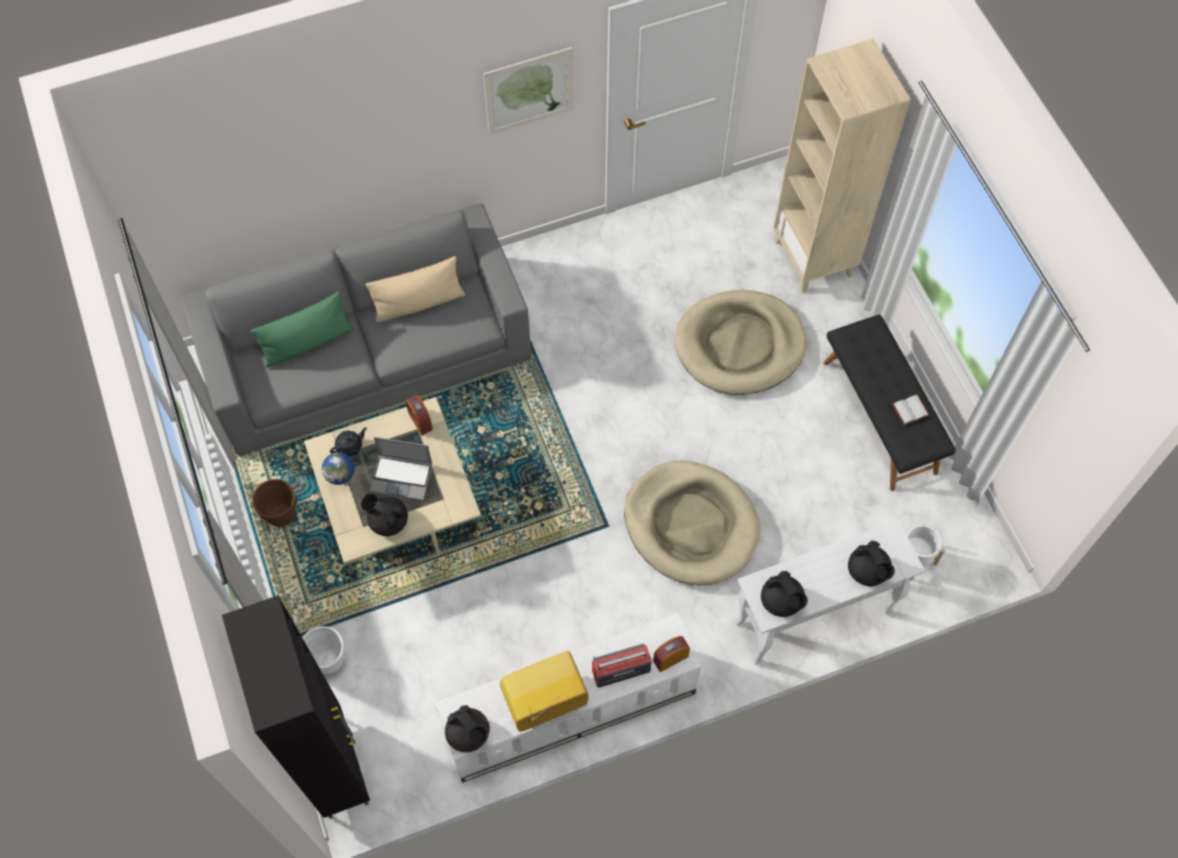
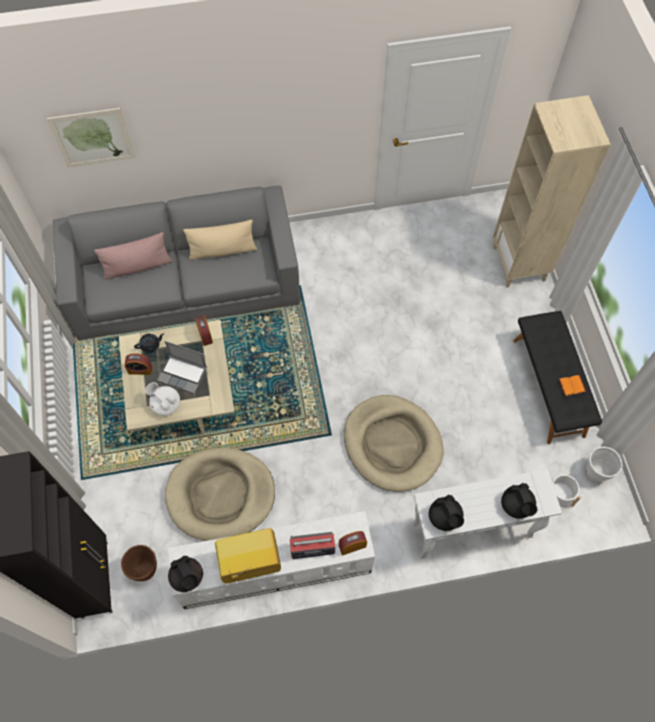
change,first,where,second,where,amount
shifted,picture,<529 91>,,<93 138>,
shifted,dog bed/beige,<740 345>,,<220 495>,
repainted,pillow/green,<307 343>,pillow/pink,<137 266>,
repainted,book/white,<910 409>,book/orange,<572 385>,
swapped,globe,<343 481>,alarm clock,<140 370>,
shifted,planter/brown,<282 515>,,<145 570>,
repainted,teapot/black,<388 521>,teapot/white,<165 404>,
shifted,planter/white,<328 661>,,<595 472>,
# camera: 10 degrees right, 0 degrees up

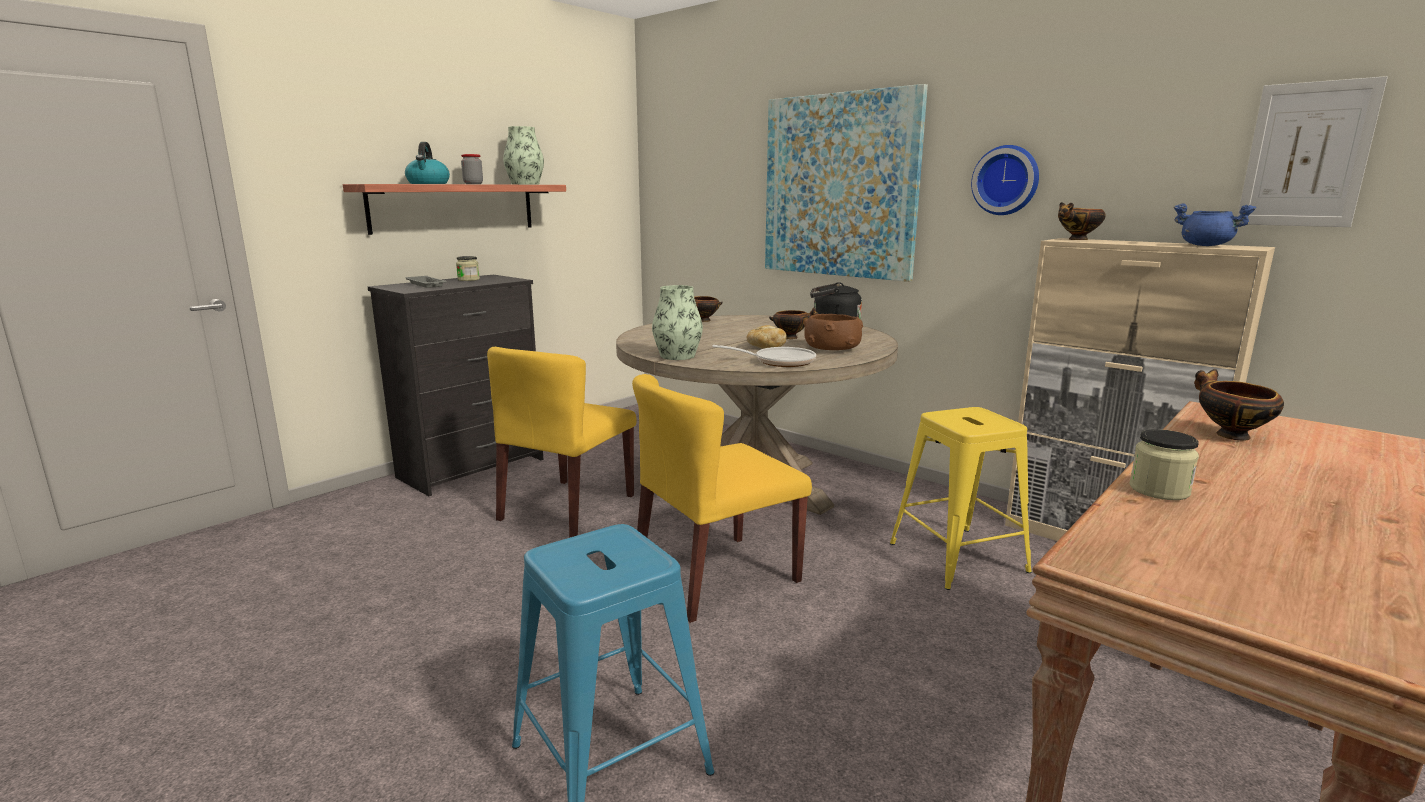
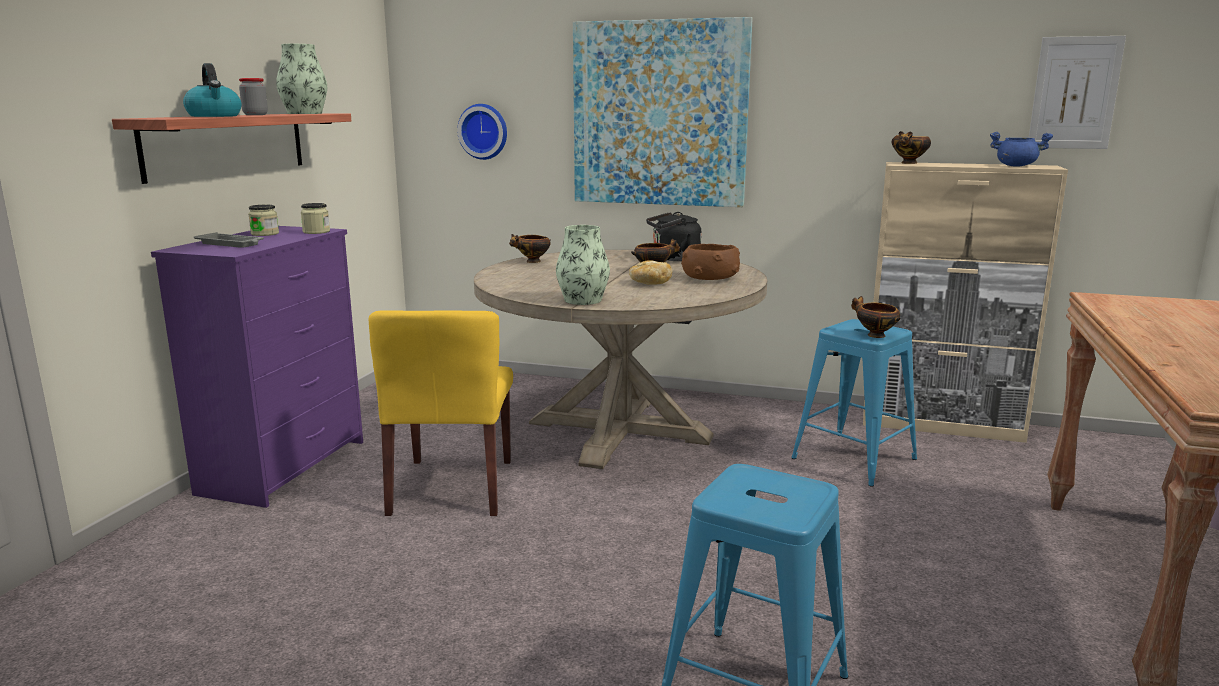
change,first,where,second,where,amount
shifted,wall clock,<1006 180>,,<484 131>,
repainted,dresser/black,<473 468>,dresser/purple,<286 466>,
gone,frying pan,<779 361>,,,
shifted,bowl,<1229 435>,,<874 335>,
gone,chair/yellow,<715 576>,,,
repainted,stool/yellow,<957 557>,stool/blue,<853 459>,
shifted,jar,<1159 490>,,<316 232>,
# camera: 25 degrees left, 0 degrees up

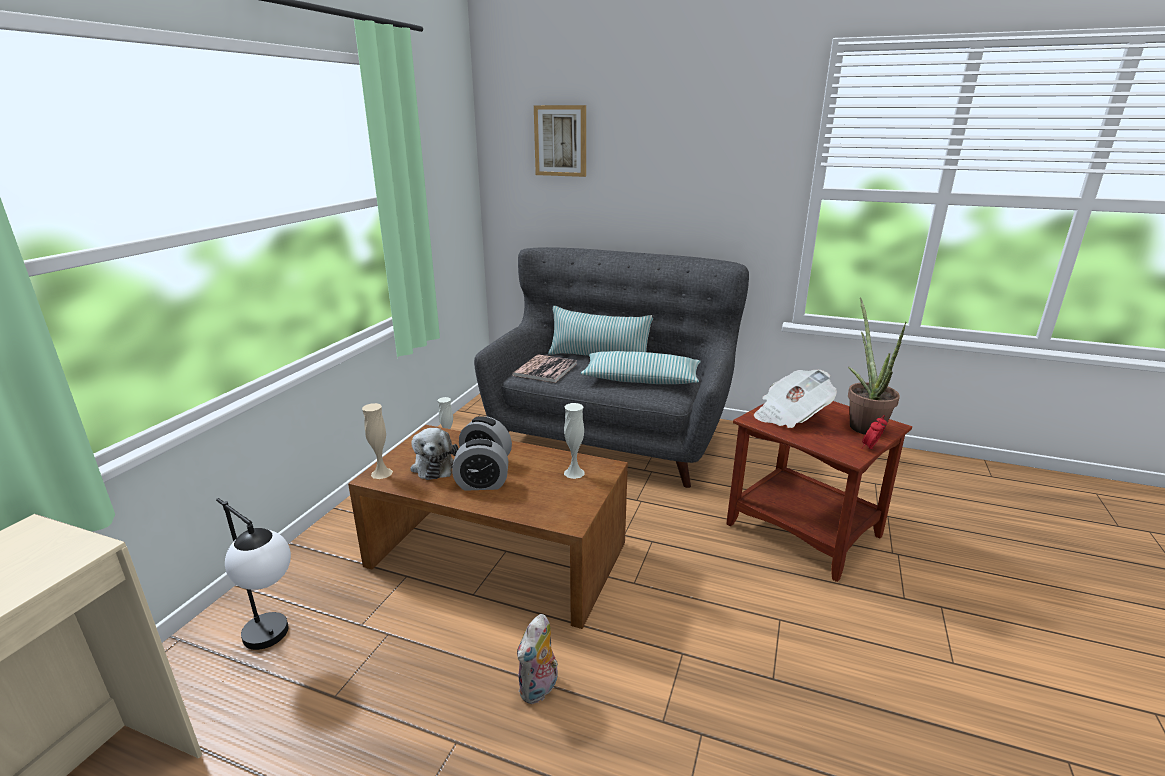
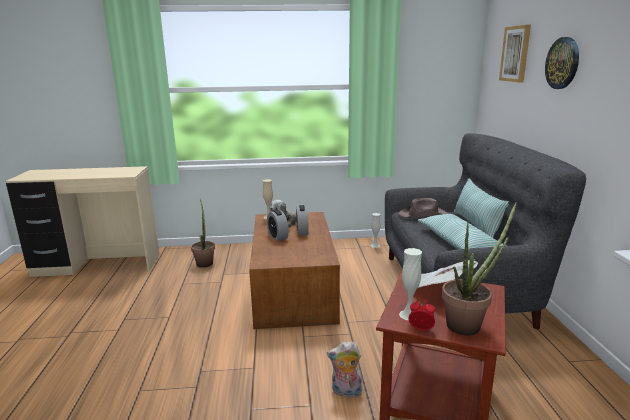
change,first,where,second,where,amount
swapped,book,<545 369>,hat/brown,<424 215>,
shifted,vase/white,<574 473>,,<409 315>,
swapped,table lamp,<275 641>,potted plant,<205 262>,
shifted,plush toy,<539 689>,,<345 392>,
new,,,wall clock,<562 63>,
# camera: 65 degrees right, 5 degrees down

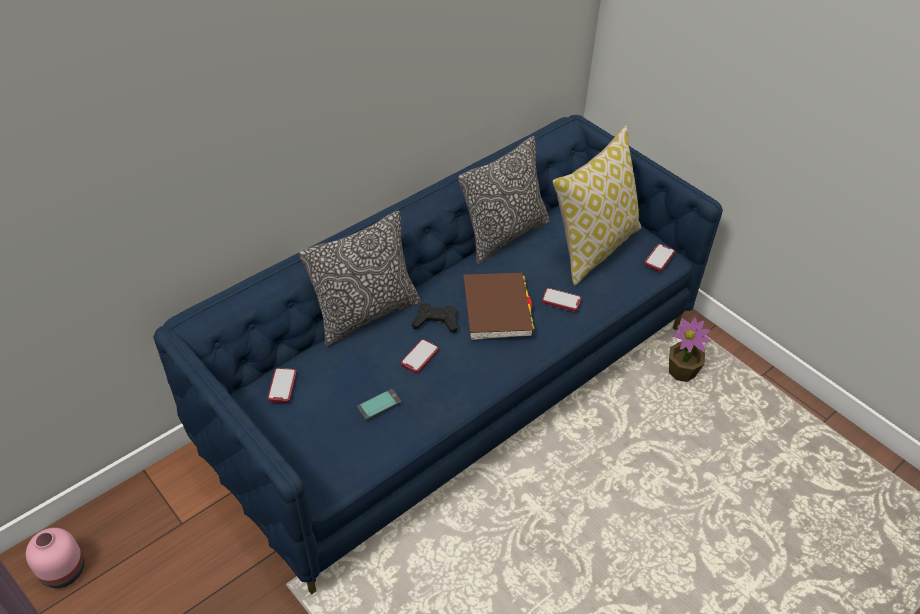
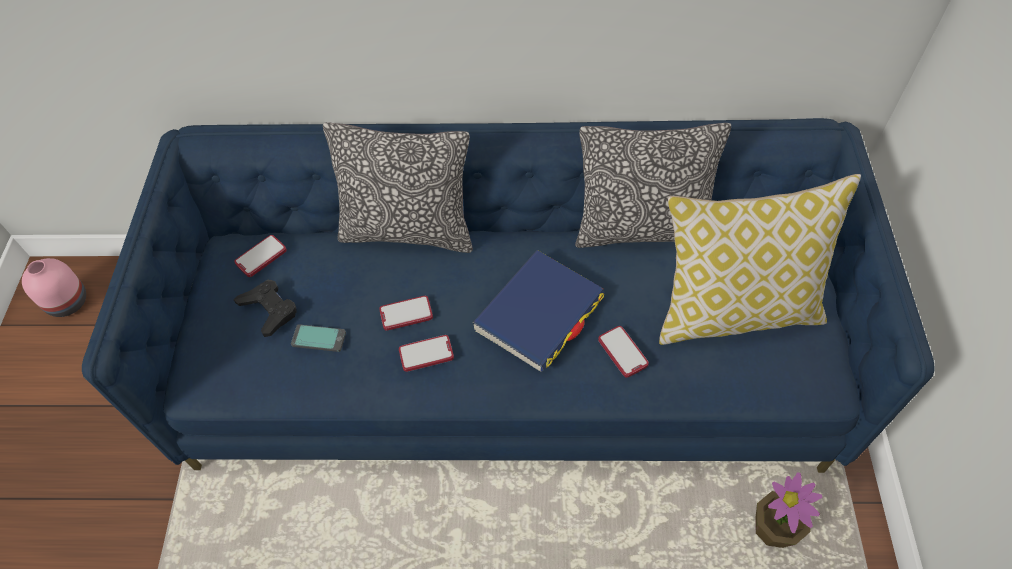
change,first,where,second,where,amount
shifted,phone,<659 258>,,<426 354>,
repainted,book/brown,<497 308>,book/blue,<539 313>,
shifted,game controller/black,<436 321>,,<269 310>,
# camera: 45 degrees right, 10 degrees up

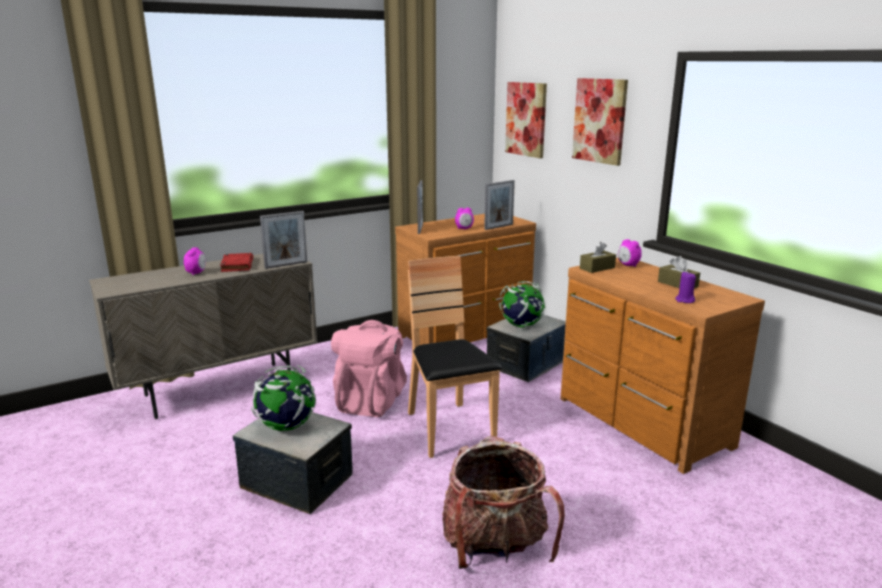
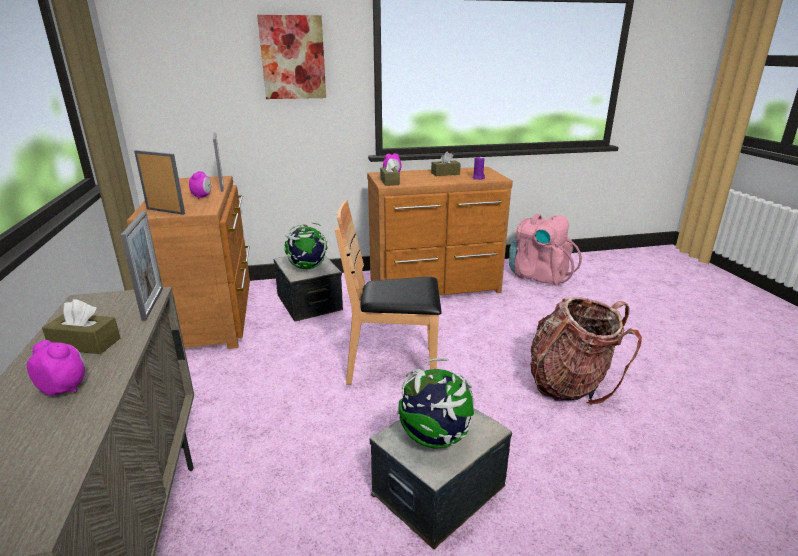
change,first,where,second,where,amount
gone,picture,<526 119>,,,
swapped,book/red,<237 265>,tissue box/brown,<85 343>,
shifted,backpack/pink,<371 400>,,<539 275>,
# camera: 70 degrees left, 5 degrees up

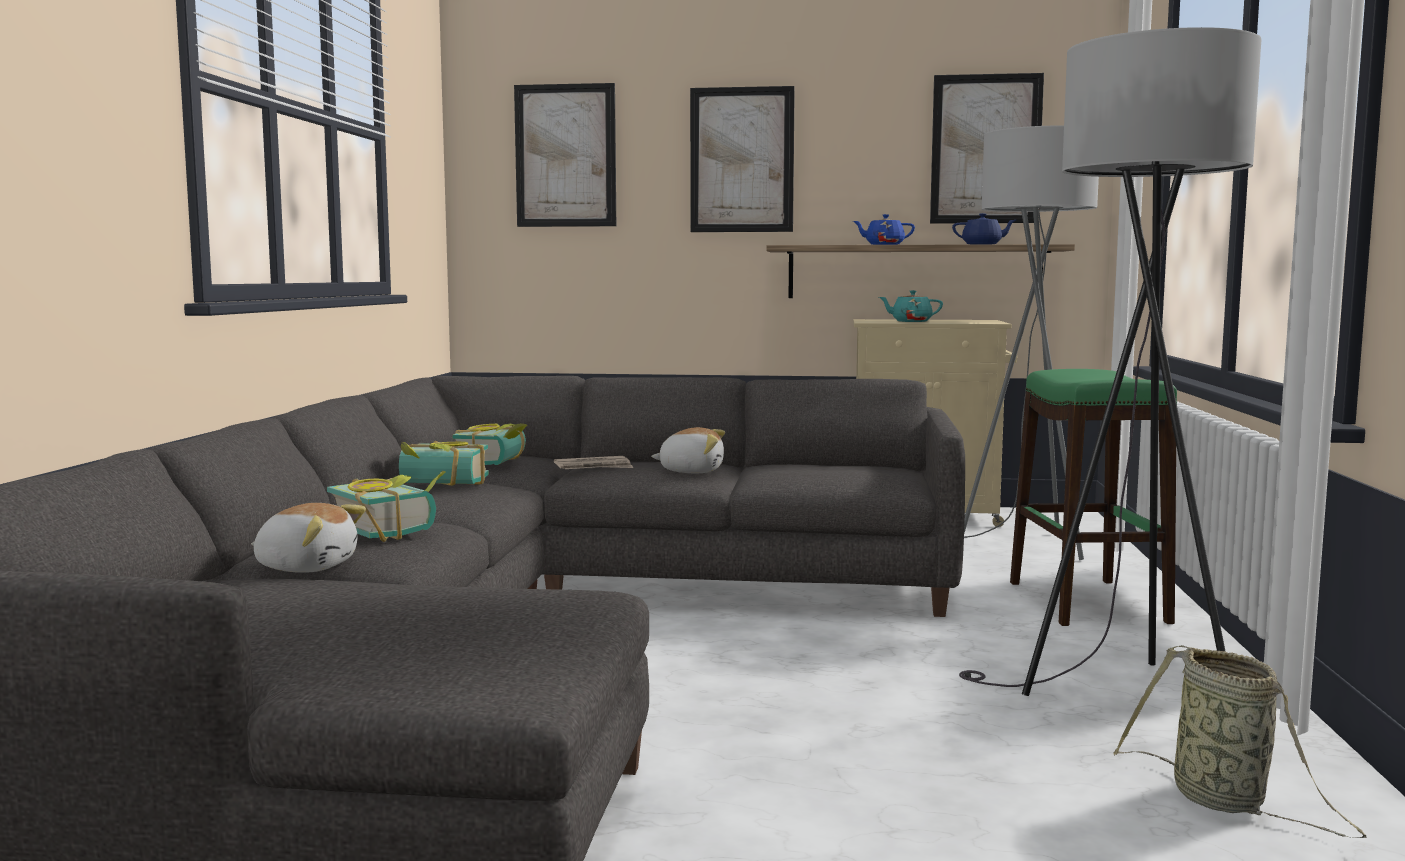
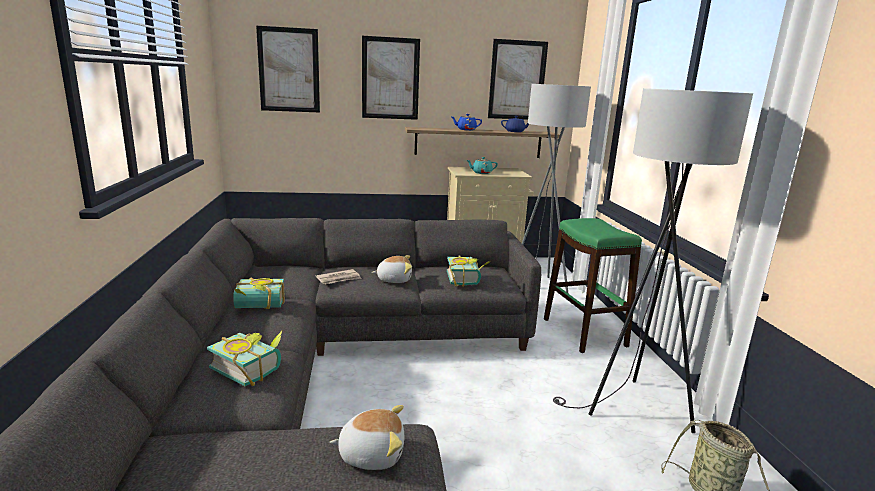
change,first,where,second,where,amount
shifted,book,<498 463>,,<467 280>,
shifted,plush toy,<307 567>,,<371 454>,
# camera: 15 degrees left, 10 degrees up

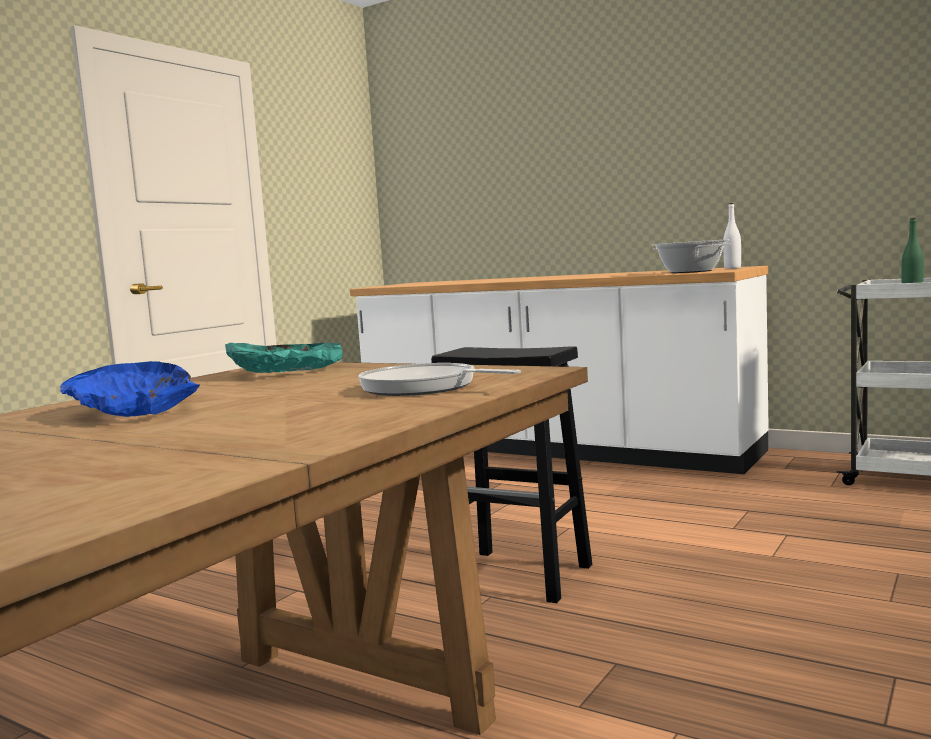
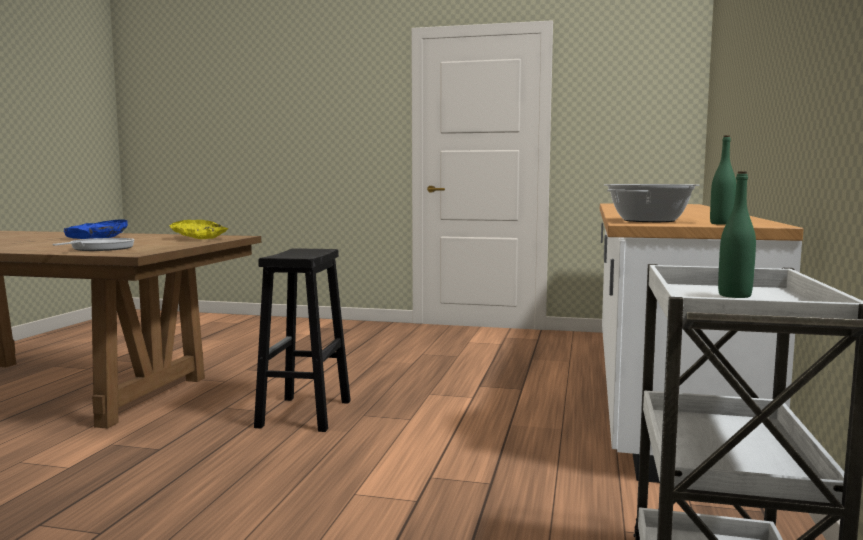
change,first,where,second,where,amount
repainted,bottle/white,<732 268>,bottle/green,<721 224>,
repainted,bowl/turquoise,<285 372>,bowl/yellow,<199 238>,
# camera: 70 degrees right, 0 degrees up

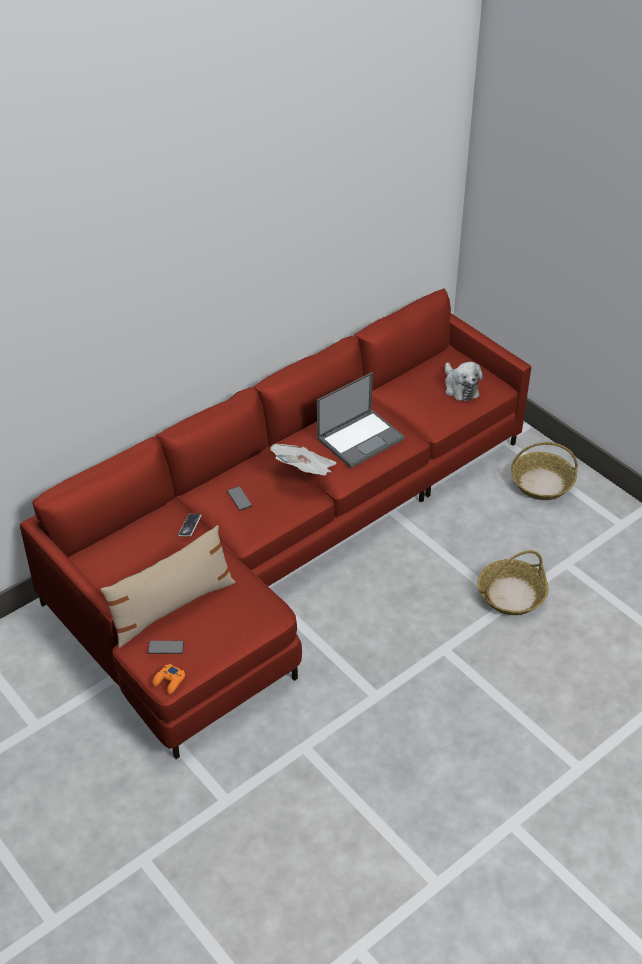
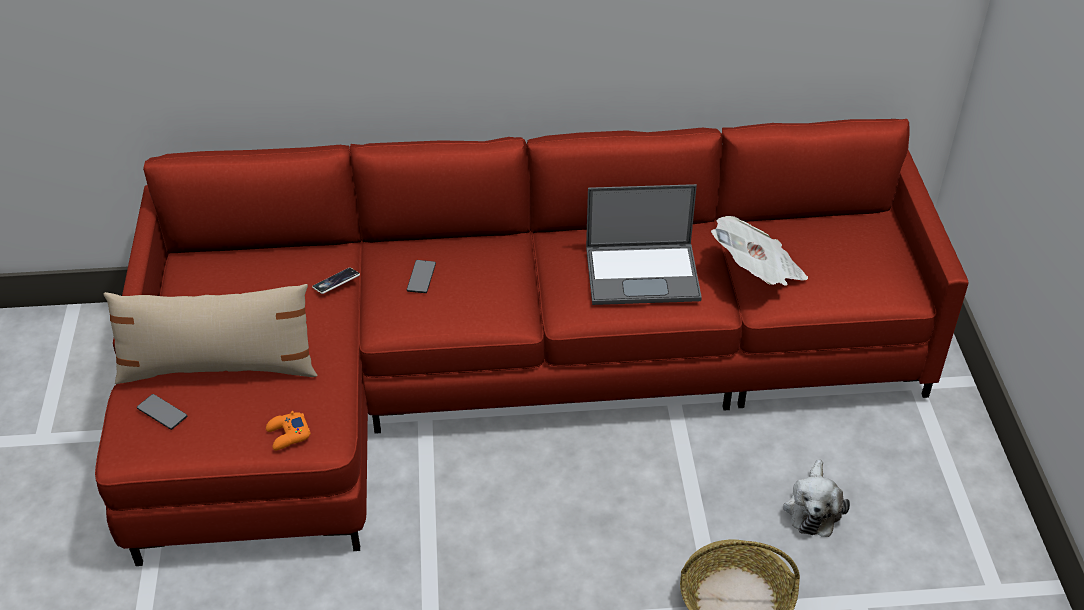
change,first,where,second,where,amount
shifted,plush toy,<460 387>,,<813 508>,
gone,basket,<542 483>,,,
shifted,newspaper,<305 471>,,<757 272>,
shifted,game controller/orange,<169 681>,,<288 435>,
# camera: 35 degrees right, 0 degrees up

